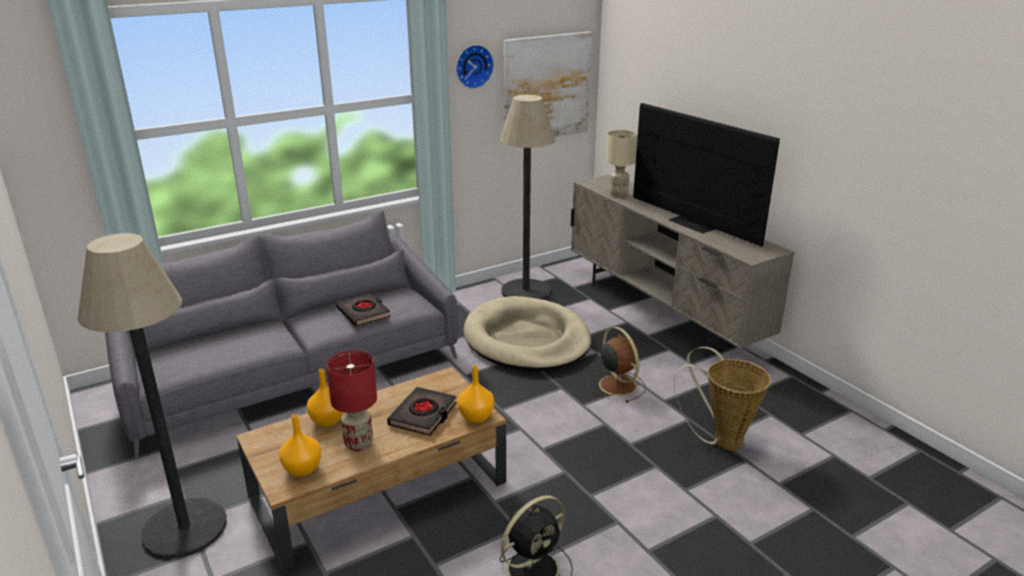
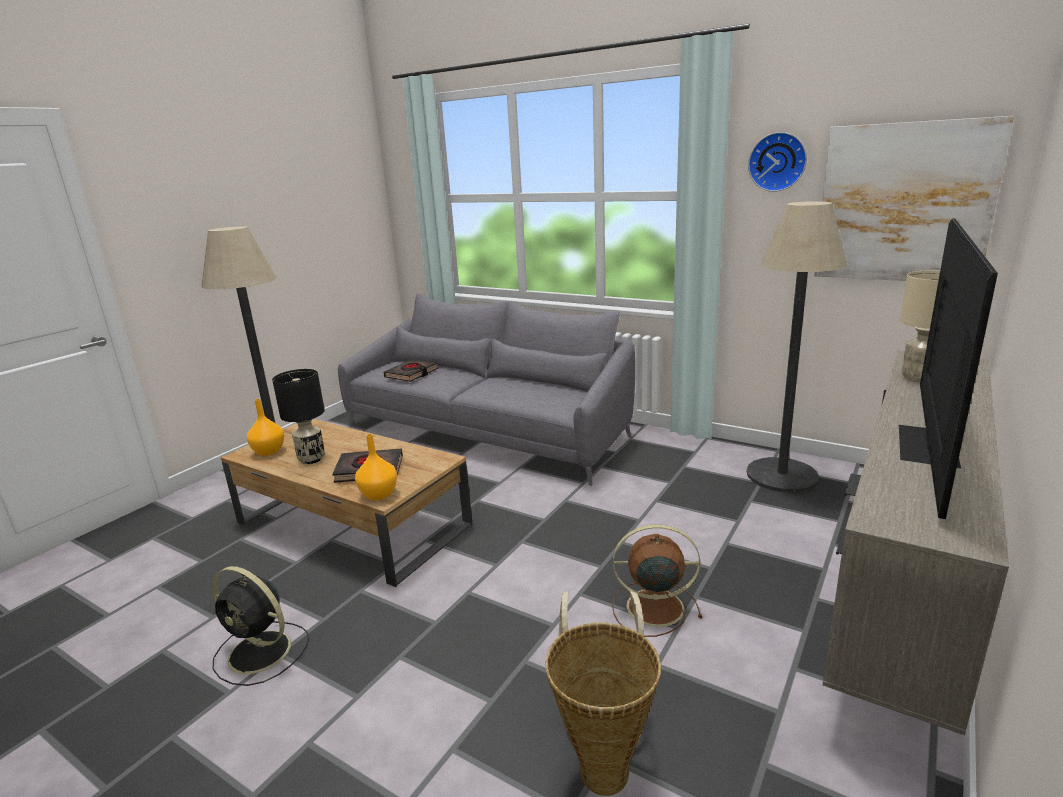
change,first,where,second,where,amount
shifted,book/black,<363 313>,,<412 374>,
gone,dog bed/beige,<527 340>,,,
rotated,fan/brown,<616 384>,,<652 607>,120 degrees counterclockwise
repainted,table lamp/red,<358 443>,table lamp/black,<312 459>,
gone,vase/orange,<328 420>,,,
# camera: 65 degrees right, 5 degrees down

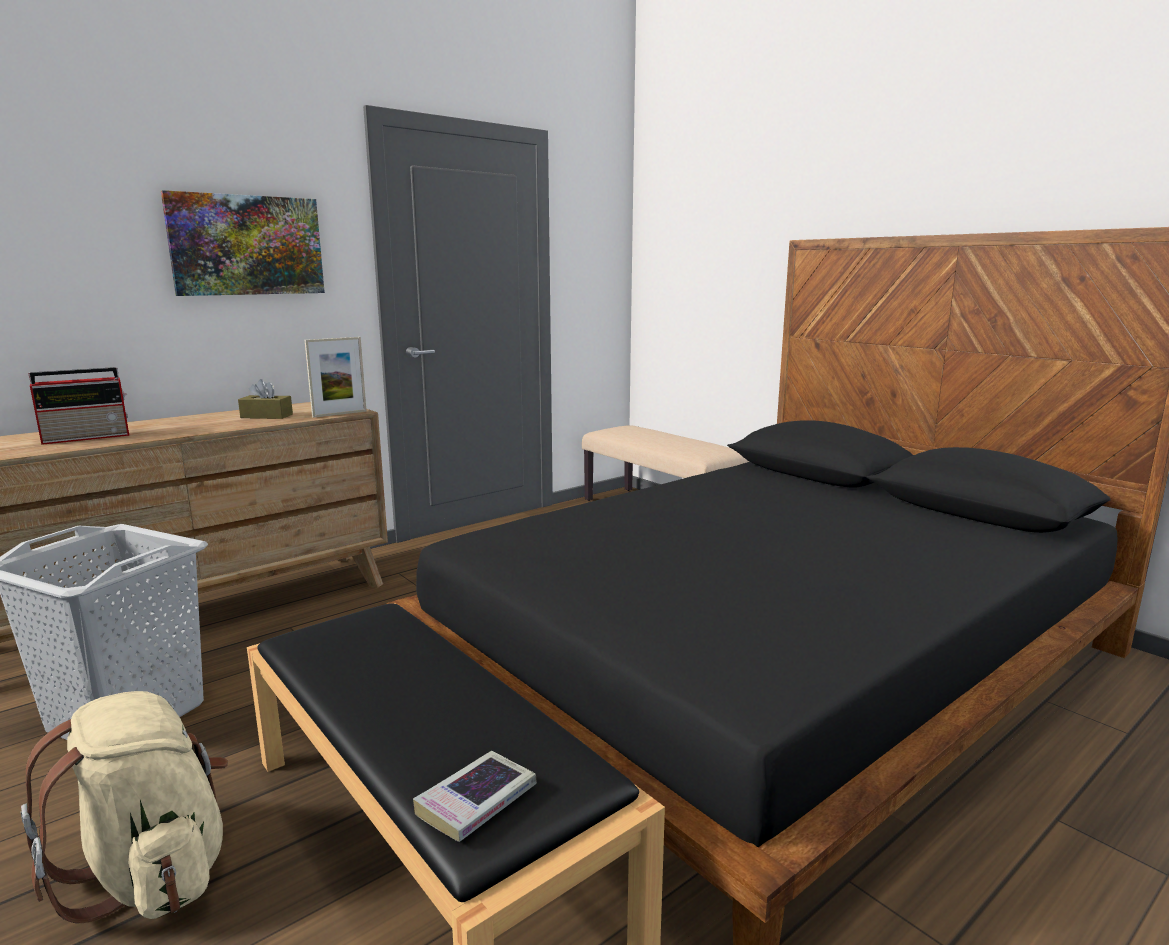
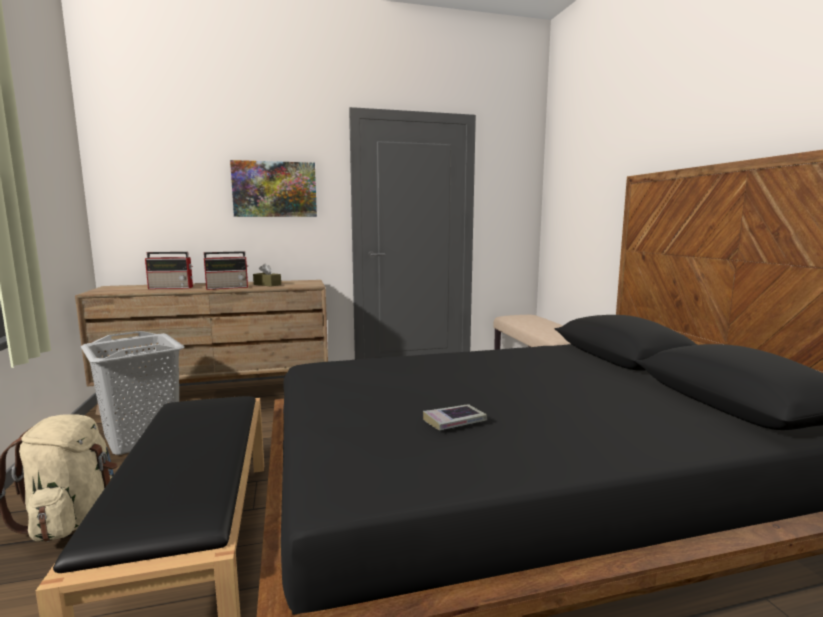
change,first,where,second,where,amount
gone,picture frame,<339 414>,,,
shifted,book,<477 802>,,<454 422>,
new,,,radio,<228 287>,
# camera: 25 degrees right, 5 degrees down

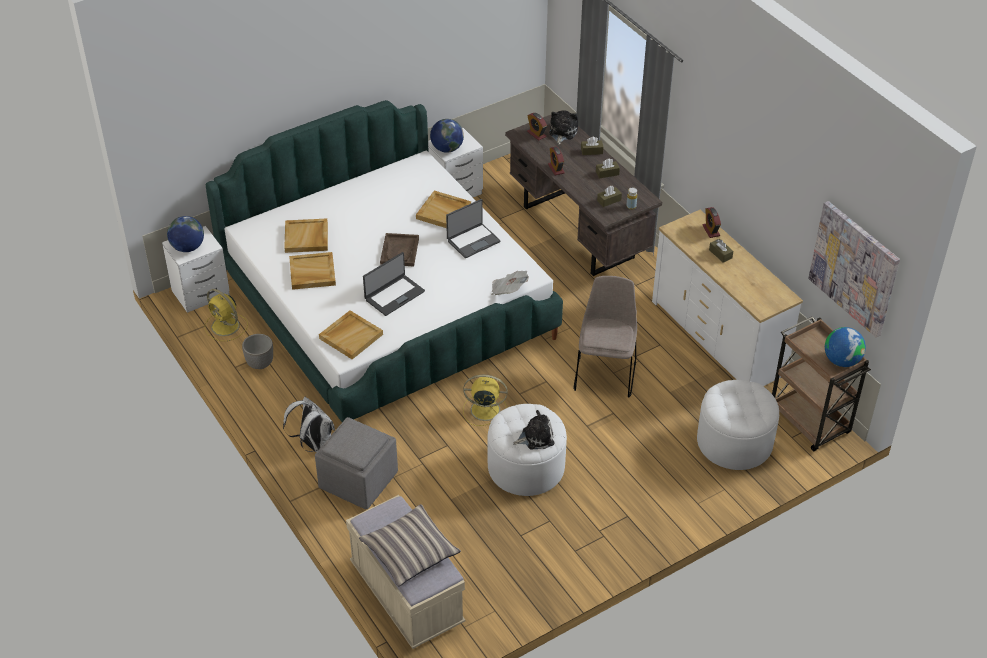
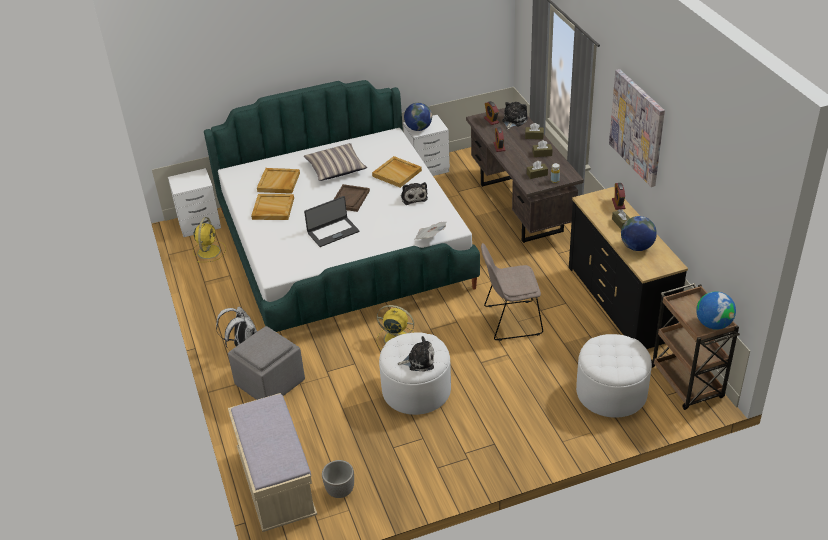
change,first,where,second,where,amount
swapped,laptop,<473 241>,plush toy,<413 197>,
shifted,picture,<854 268>,,<637 127>,
repainted,dresser/white,<718 337>,dresser/black,<620 303>,
shifted,globe,<187 247>,,<637 247>,
rotated,chair/beige,<605 373>,,<510 321>,120 degrees counterclockwise
rotated,fan/yellow,<226 327>,,<209 251>,135 degrees counterclockwise
gone,tray/beige,<351 336>,,,
shifted,planter,<260 364>,,<340 491>,
shifted,pillow,<410 551>,,<336 168>,
# camera: 15 degrees right, 5 degrees down

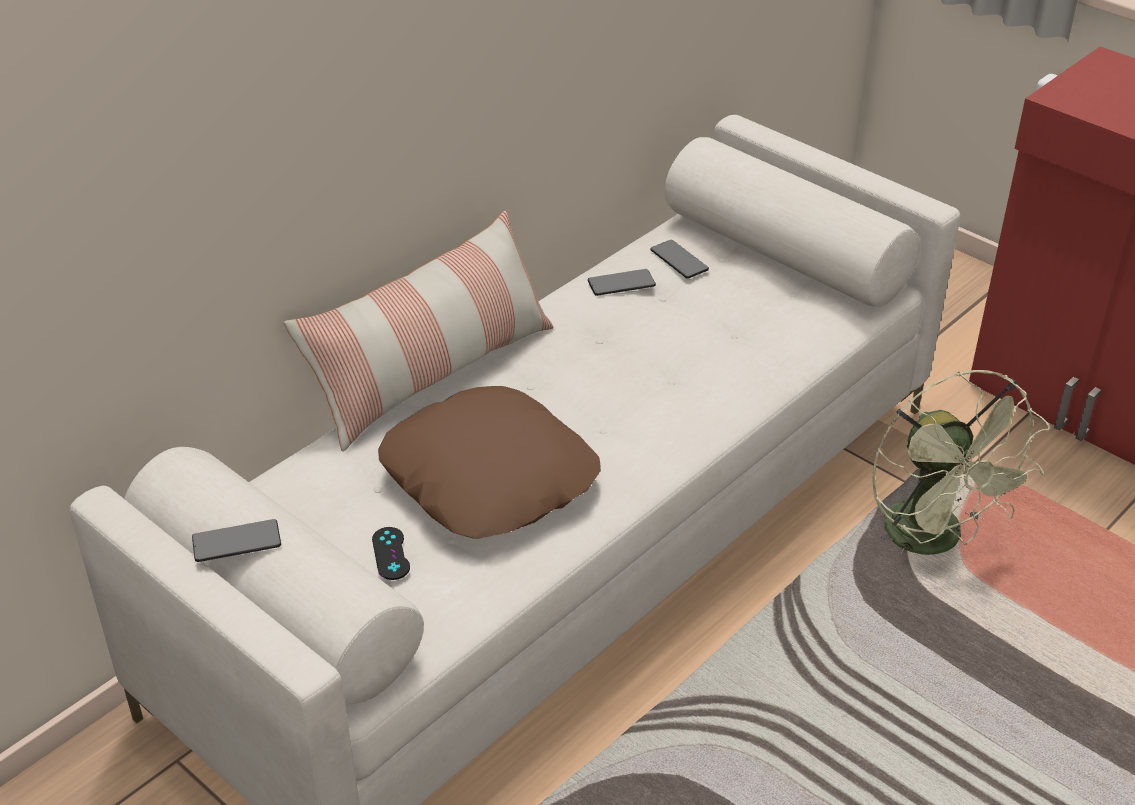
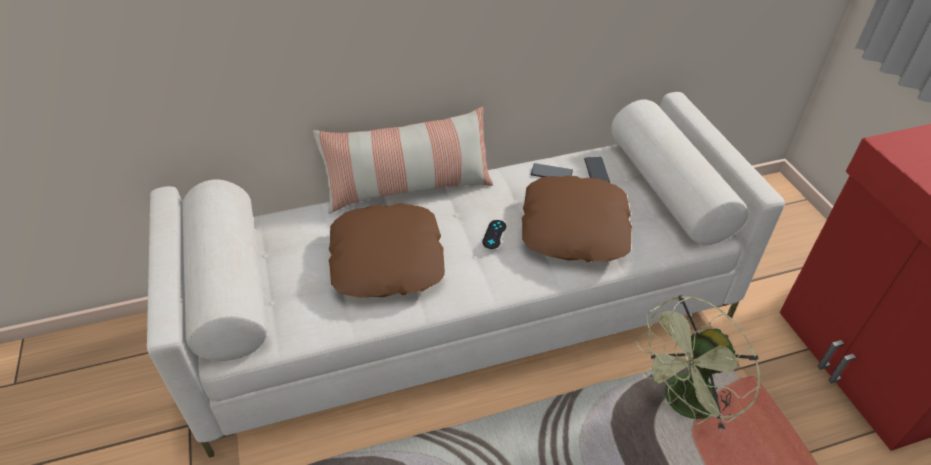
change,first,where,second,where,amount
rotated,fan/green,<935 541>,,<684 405>,45 degrees clockwise
gone,phone,<236 542>,,,
shifted,game controller/black,<391 553>,,<494 234>,
new,,,pillow/brown,<575 228>,
# camera: 30 degrees right, 5 degrees up

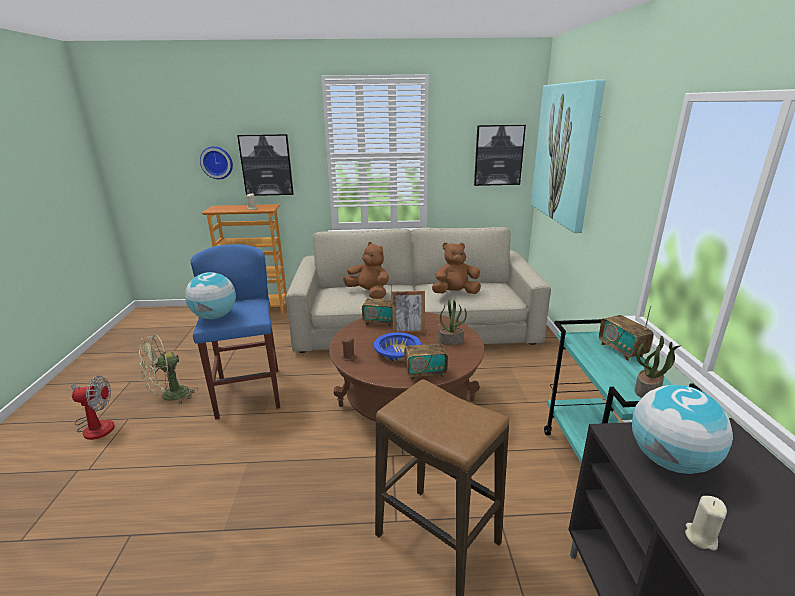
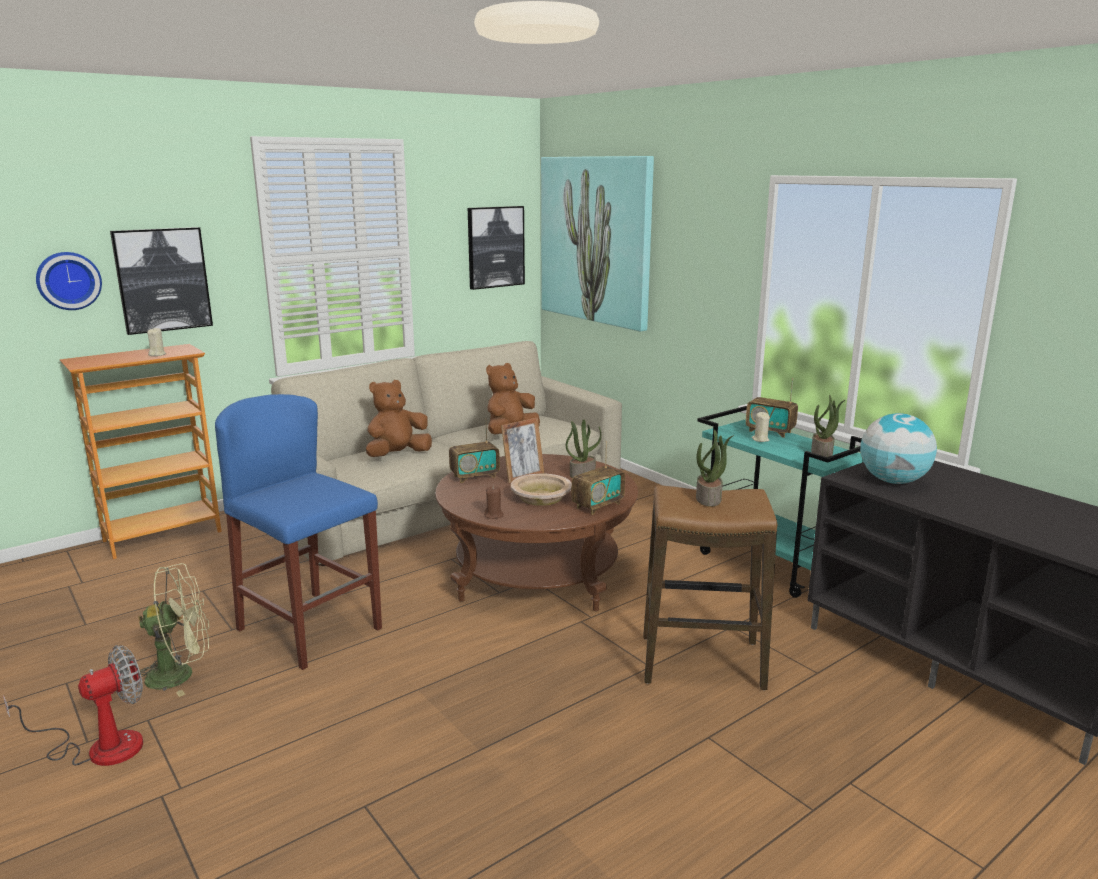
change,first,where,second,where,amount
rotated,plush toy/brown,<369 293>,,<397 455>,45 degrees counterclockwise
gone,globe,<215 316>,,,
repainted,bowl/blue,<397 353>,bowl/beige,<541 497>,
rotated,fan/green,<169 396>,,<181 674>,120 degrees counterclockwise
shifted,candle/beige,<700 537>,,<760 439>,
new,,,potted plant,<709 499>,
# camera: 35 degrees left, 5 degrees down

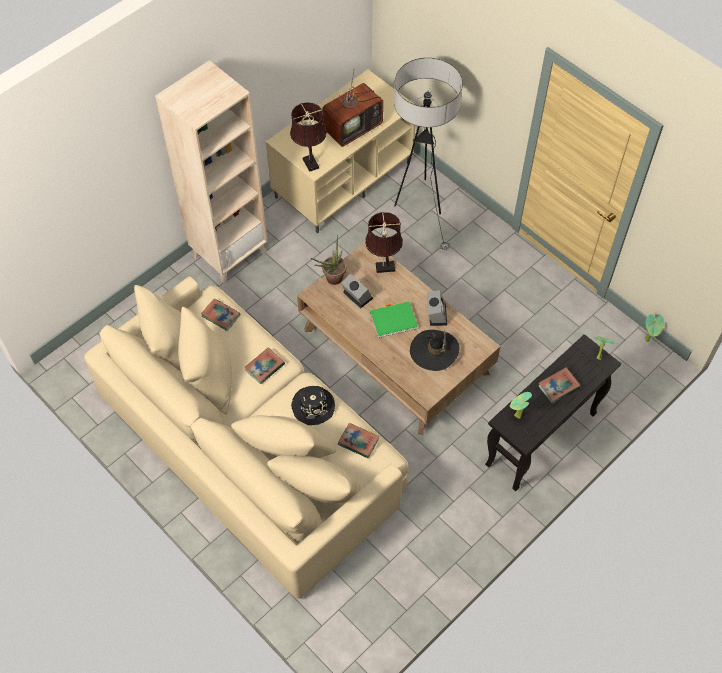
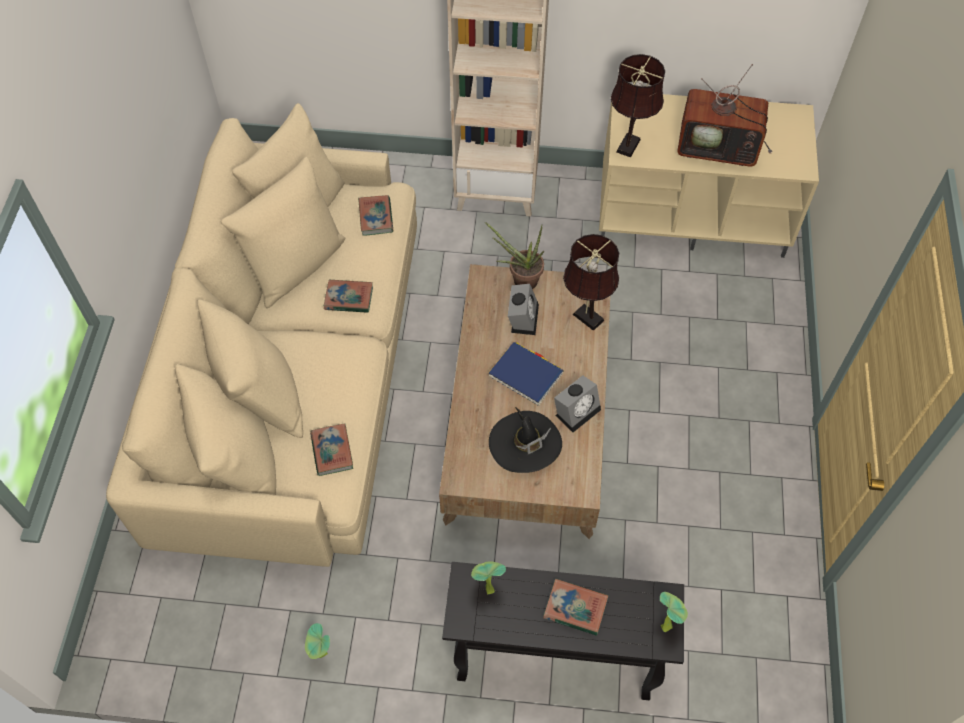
change,first,where,second,where,amount
gone,floor lamp,<421 204>,,,
repainted,book/green,<393 321>,book/blue,<526 375>,
shifted,potted plant,<648 340>,,<322 656>,
gone,hat/black,<313 406>,,,
# camera: 50 degrees right, 0 degrees up

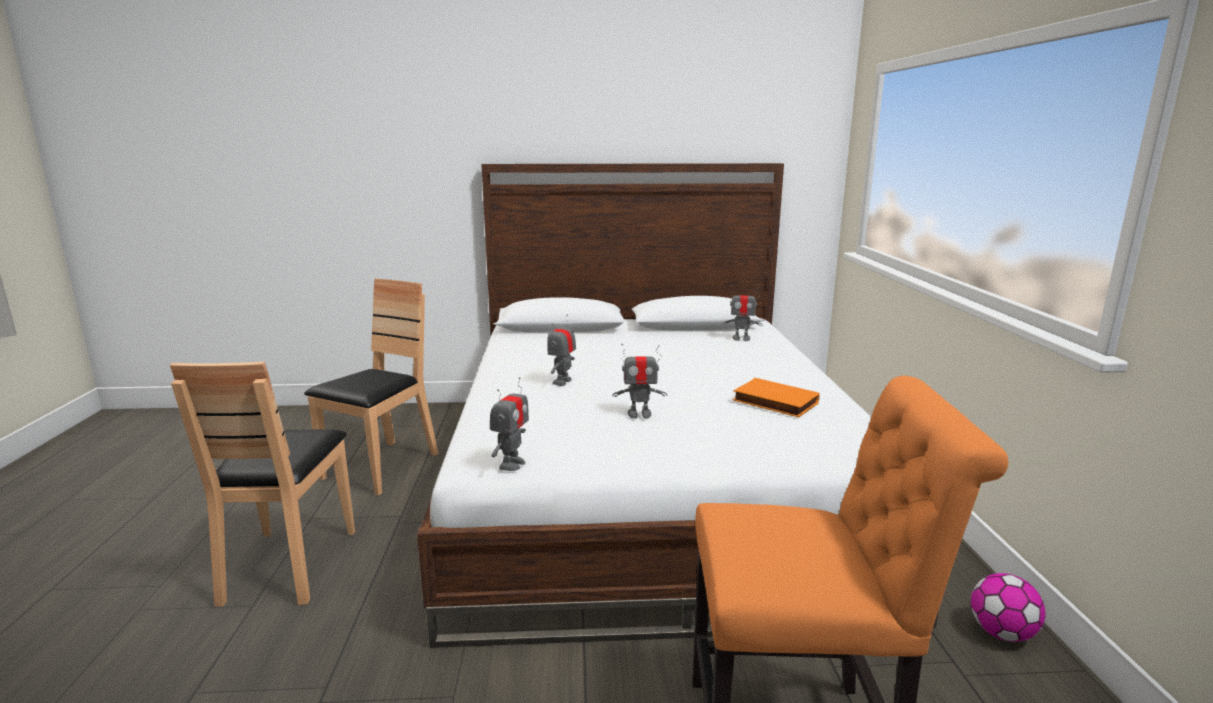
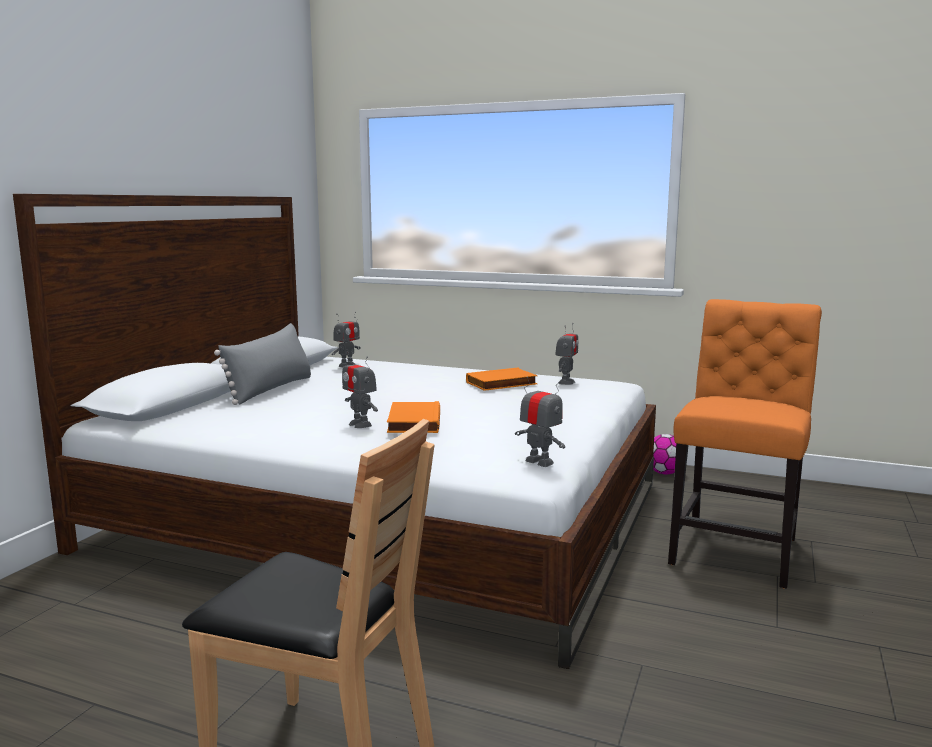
change,first,where,second,where,amount
gone,chair/brown,<382 467>,,,
shifted,toy robot,<639 414>,,<566 382>,
new,,,pillow/grey,<270 389>,
new,,,book/orange,<412 422>,
# camera: 65 degrees left, 5 degrees down

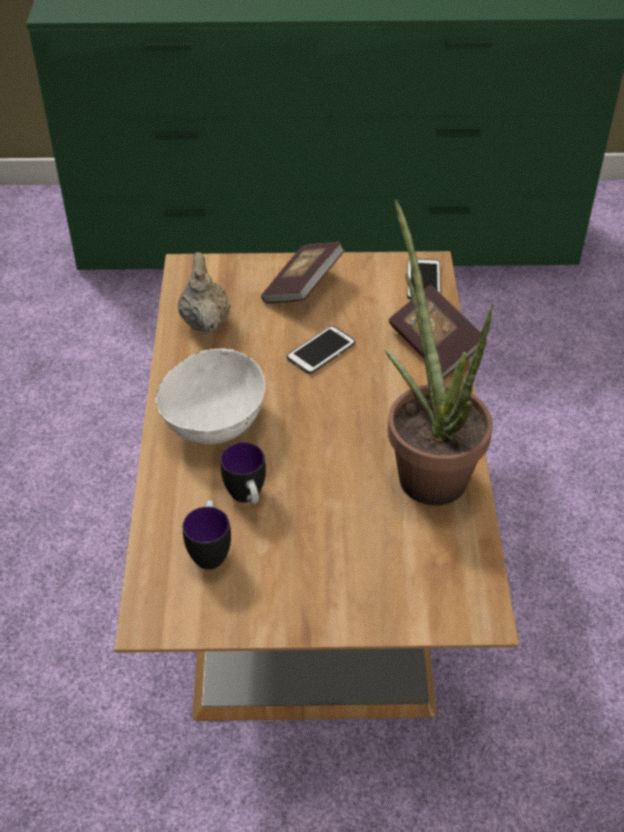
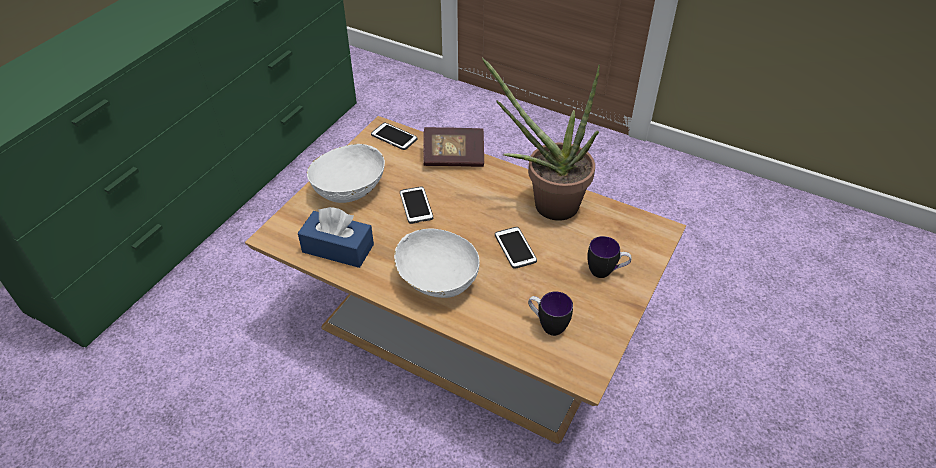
change,first,where,second,where,amount
swapped,book,<303 287>,bowl/white,<349 189>,
swapped,teapot/beige,<205 321>,tissue box/blue,<338 248>,
shifted,mug,<247 499>,,<606 272>,
new,,,phone,<515 248>,
# camera: 60 degrees left, 0 degrees up

